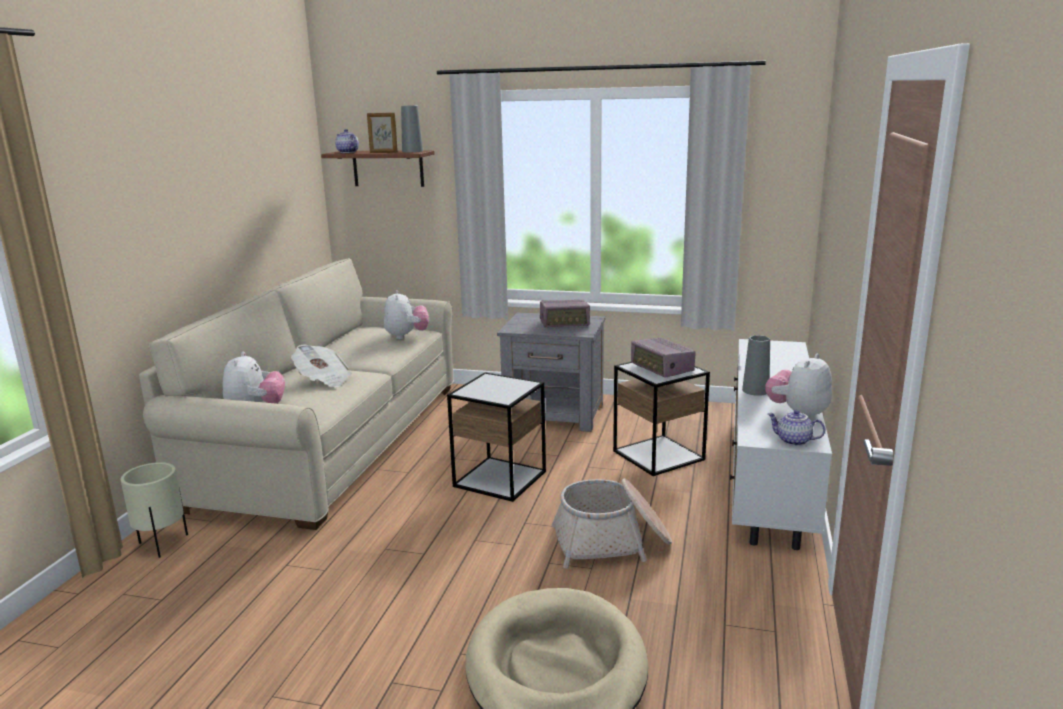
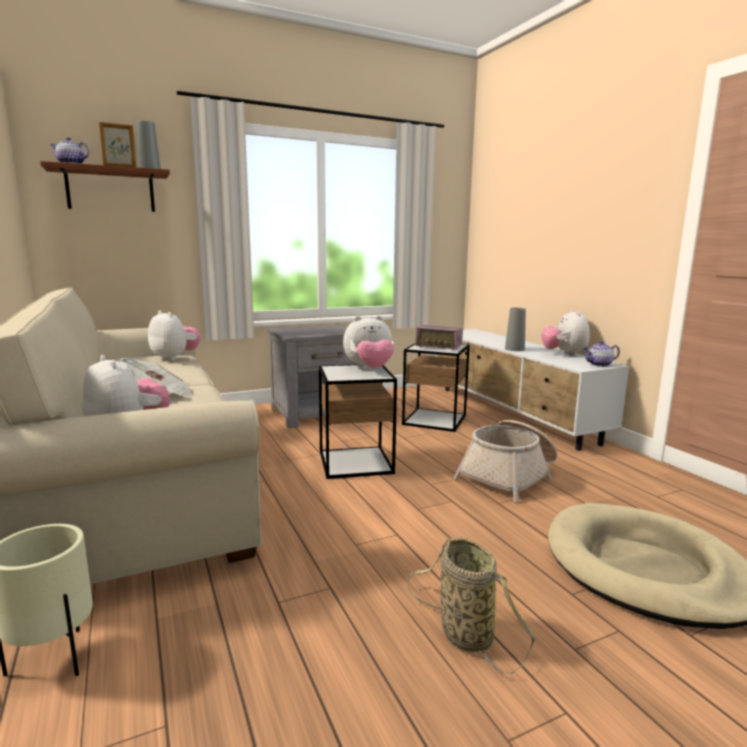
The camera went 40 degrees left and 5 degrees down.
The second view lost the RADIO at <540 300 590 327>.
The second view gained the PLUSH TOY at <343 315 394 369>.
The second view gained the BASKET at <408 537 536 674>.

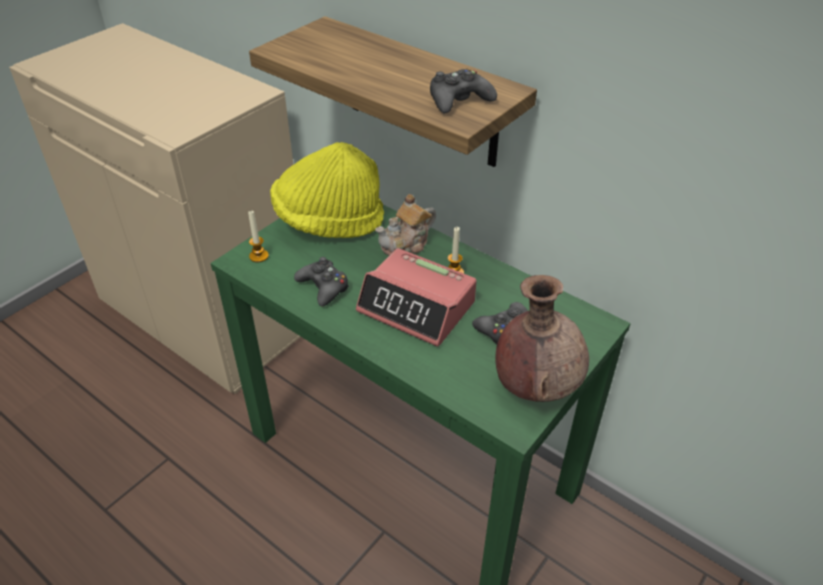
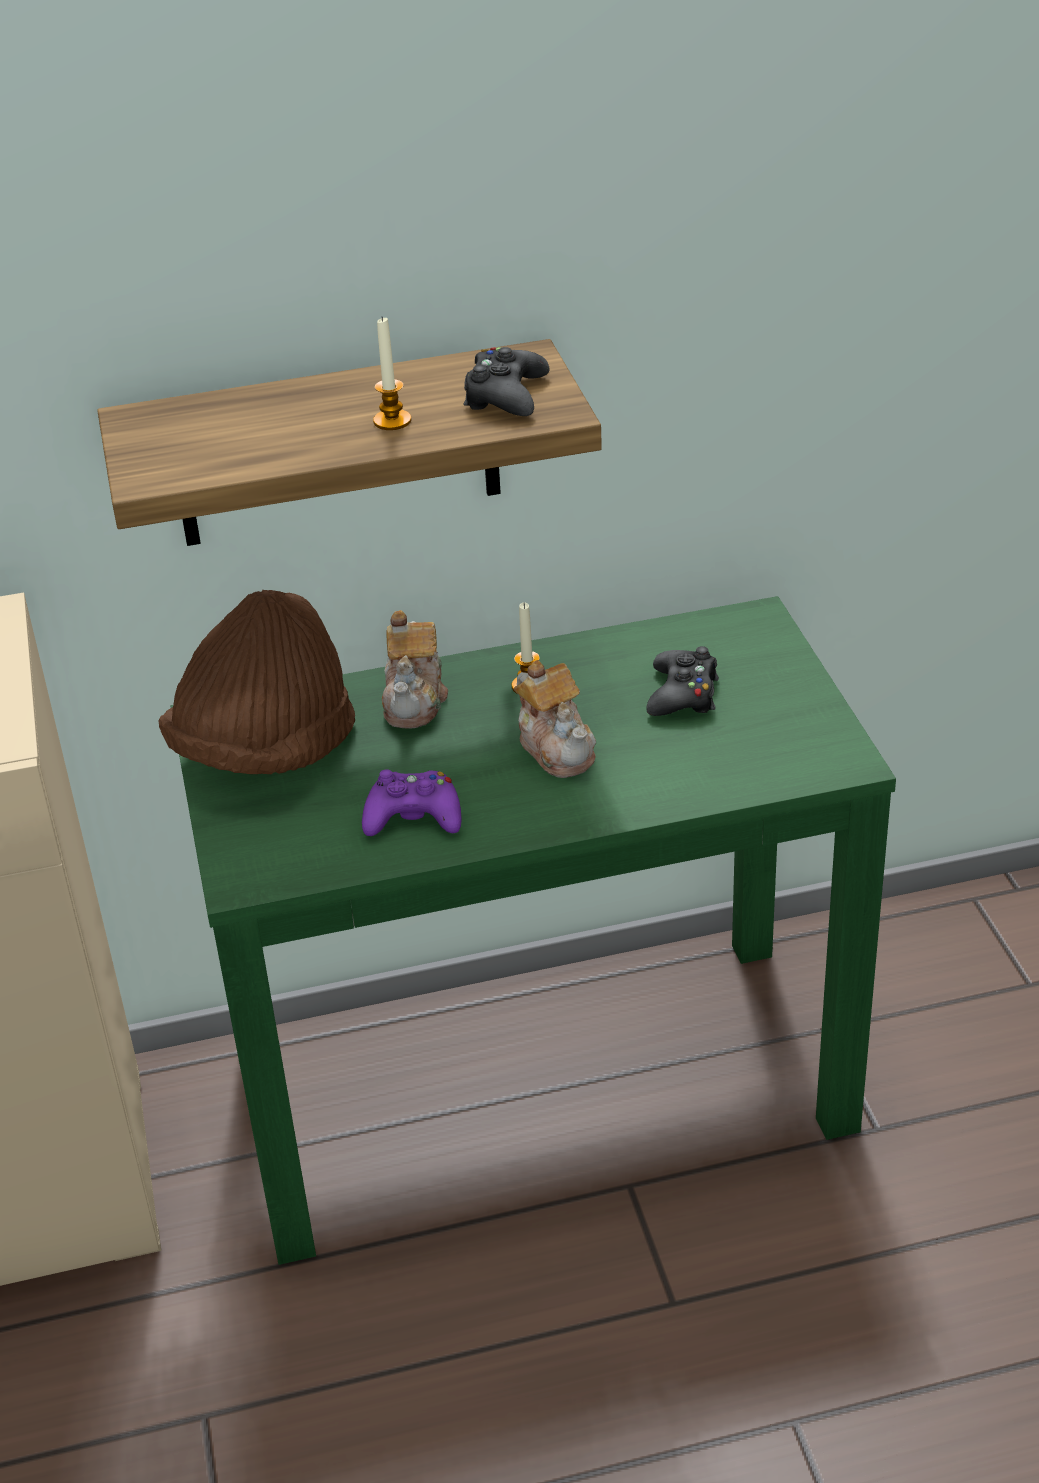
The camera went 50 degrees left and 5 degrees down.
What was the YELLOW HAT at <270 142 384 238> turned into the BROWN HAT at <158 590 355 774>.
The CANDLE ended up elsewhere, having gone from <248 211 269 263> to <373 317 411 430>.
Where the ALARM CLOCK stood at <356 248 477 347>, the TEAPOT came to stand at <514 660 596 778>.
What was the BLACK GAME CONTROLLER at <294 257 349 306> turned into the PURPLE GAME CONTROLLER at <362 770 461 836>.
The second view lost the BROWN VASE at <495 275 589 402>.

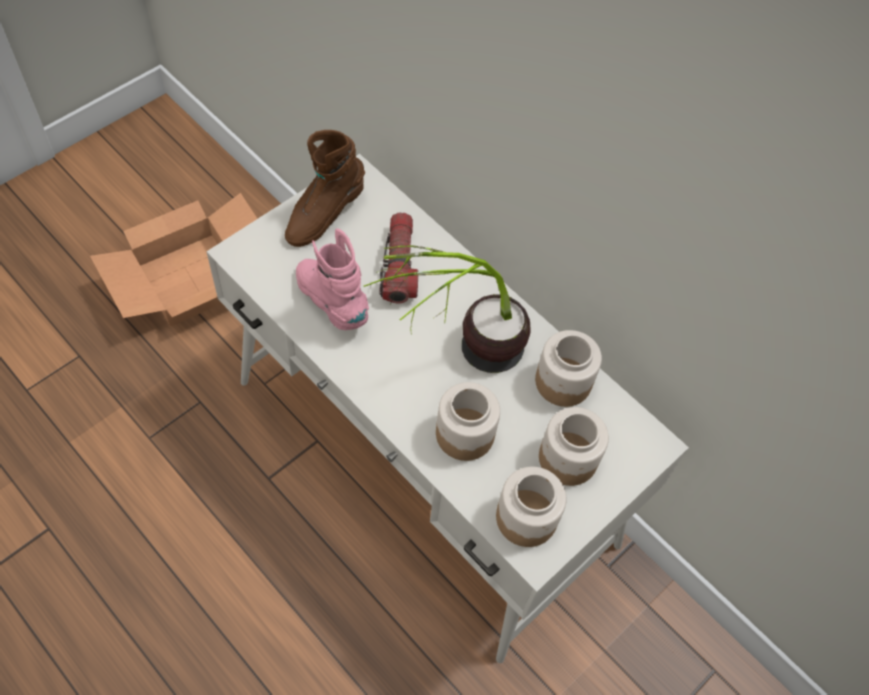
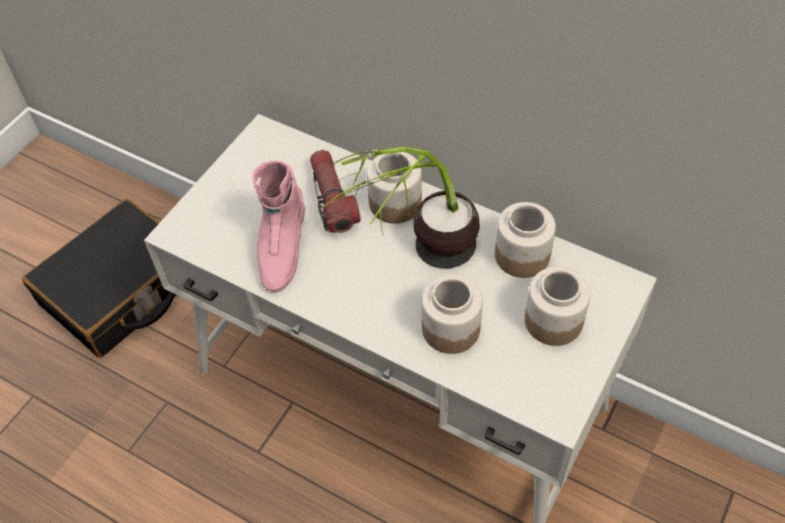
The camera went 10 degrees left and 5 degrees down.
The second view lost the BROWN BOOT at <285 130 365 247>.
Where the CARDBOARD BOX stood at <90 193 257 327>, the BLACK SUITCASE came to stand at <22 199 177 358>.
The PINK BOOT at <296 228 369 330> ended up facing another way, 120 degrees counterclockwise from before.
The JAR ended up elsewhere, having gone from <496 467 567 547> to <367 152 422 224>.

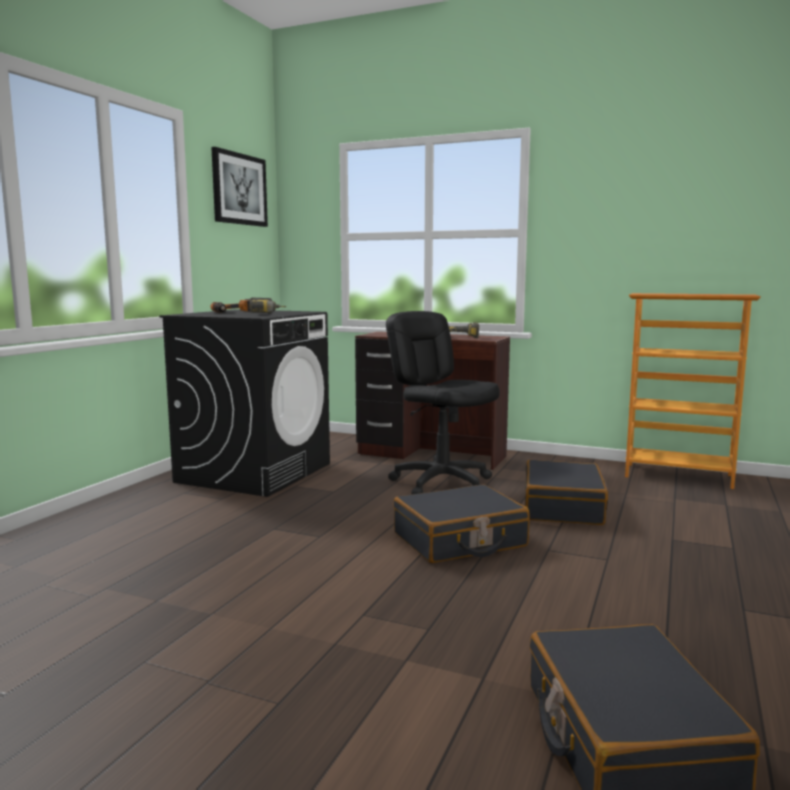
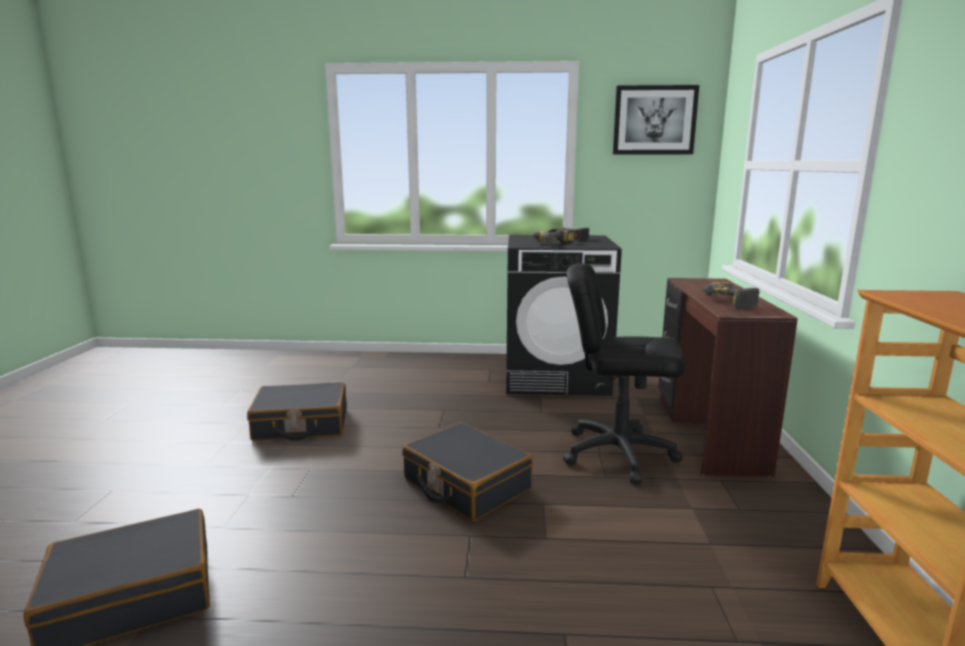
The camera went 70 degrees right and 5 degrees up.
The BLACK OFFICE CHAIR at <386 311 500 495> ended up facing another way, 105 degrees counterclockwise from before.
The BLACK SUITCASE ended up elsewhere, having gone from <525 460 608 525> to <247 382 347 441>.

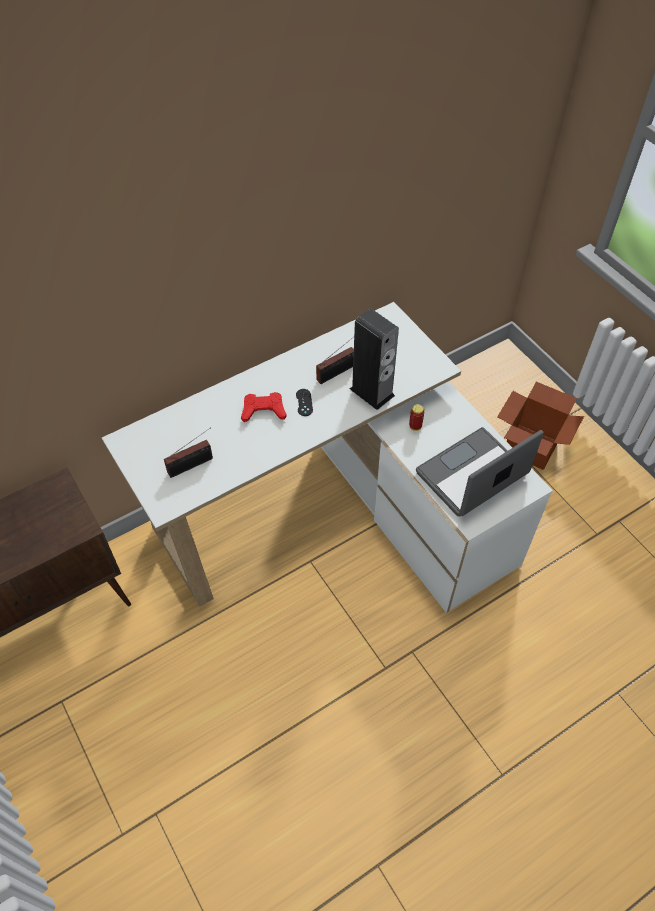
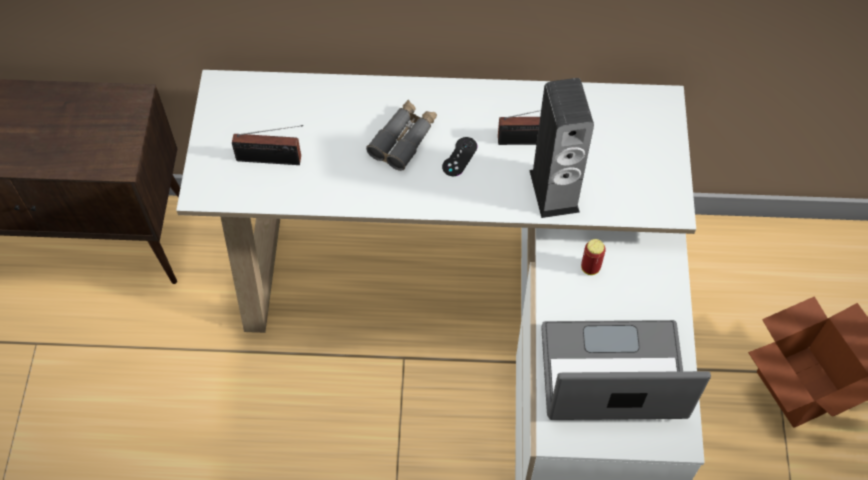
The camera went 35 degrees right and 5 degrees up.
Where the RED GAME CONTROLLER stood at <241 392 287 422>, the GREY BINOCULARS came to stand at <366 99 437 171>.

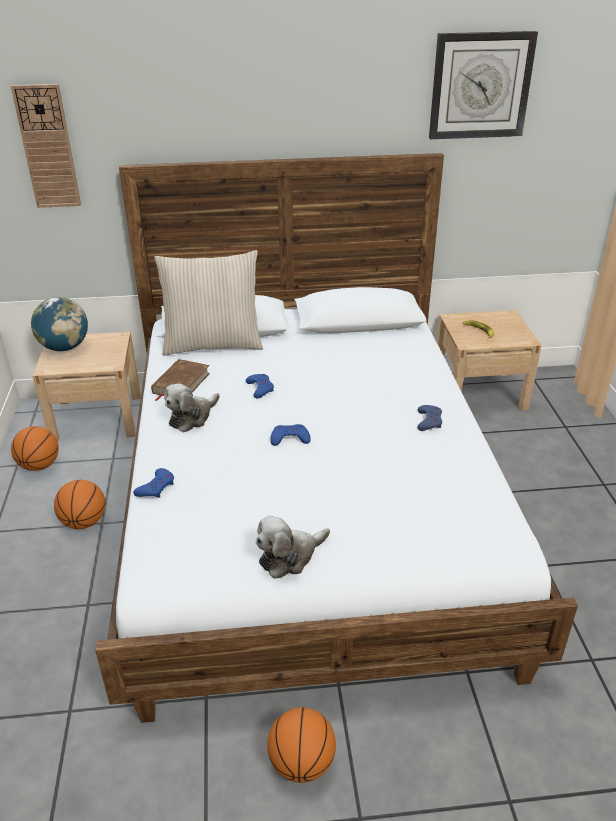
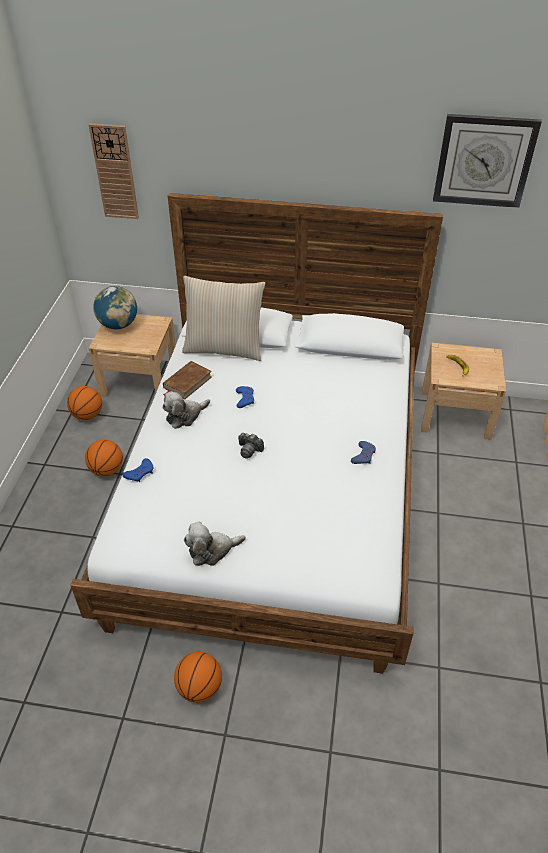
The camera went 15 degrees right and 10 degrees up.
Where the BLUE GAME CONTROLLER stood at <271 424 311 446>, the PHOTO CAMERA came to stand at <238 433 264 459>.

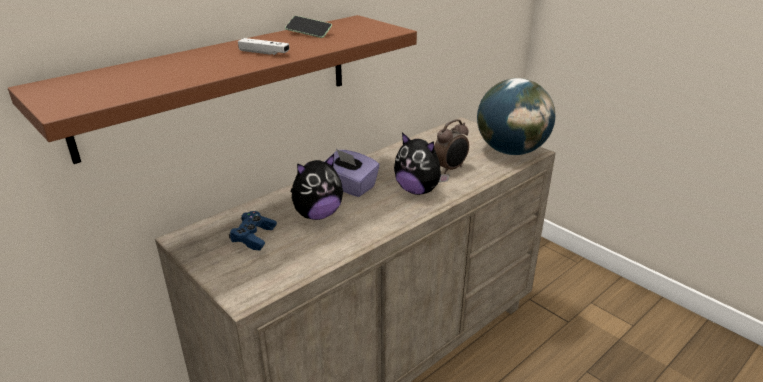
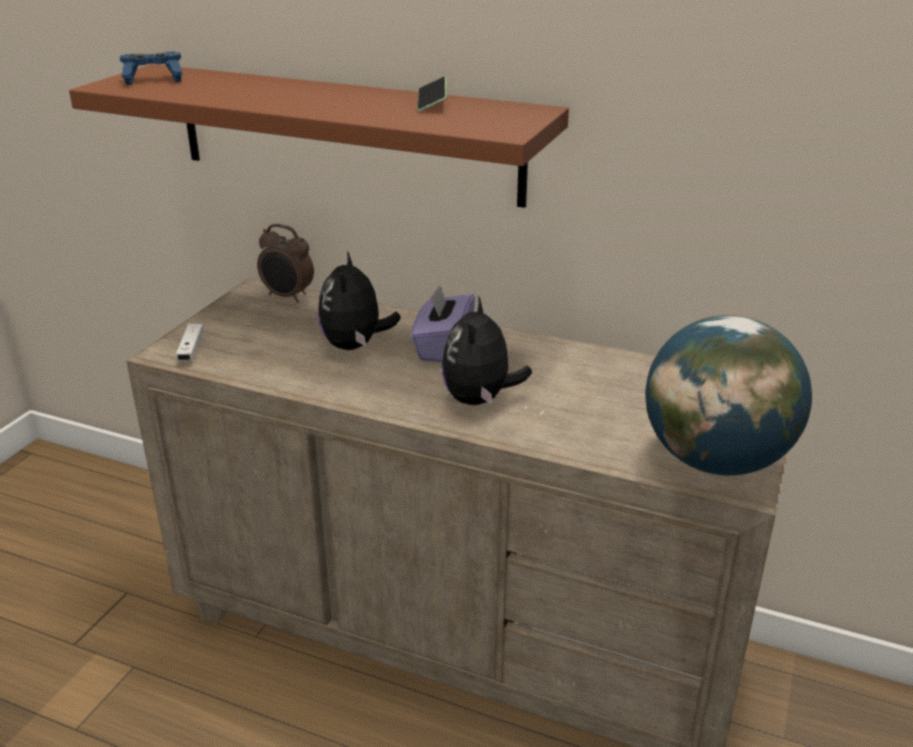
The camera went 65 degrees right and 0 degrees up.
The WHITE GAME CONTROLLER ended up elsewhere, having gone from <238 38 289 55> to <176 324 203 361>.
The ALARM CLOCK ended up elsewhere, having gone from <434 119 469 174> to <257 224 314 302>.
The PLUSH TOY at <291 154 343 220> ended up facing another way, 60 degrees clockwise from before.
The BLUE GAME CONTROLLER ended up elsewhere, having gone from <229 211 277 250> to <120 52 183 85>.

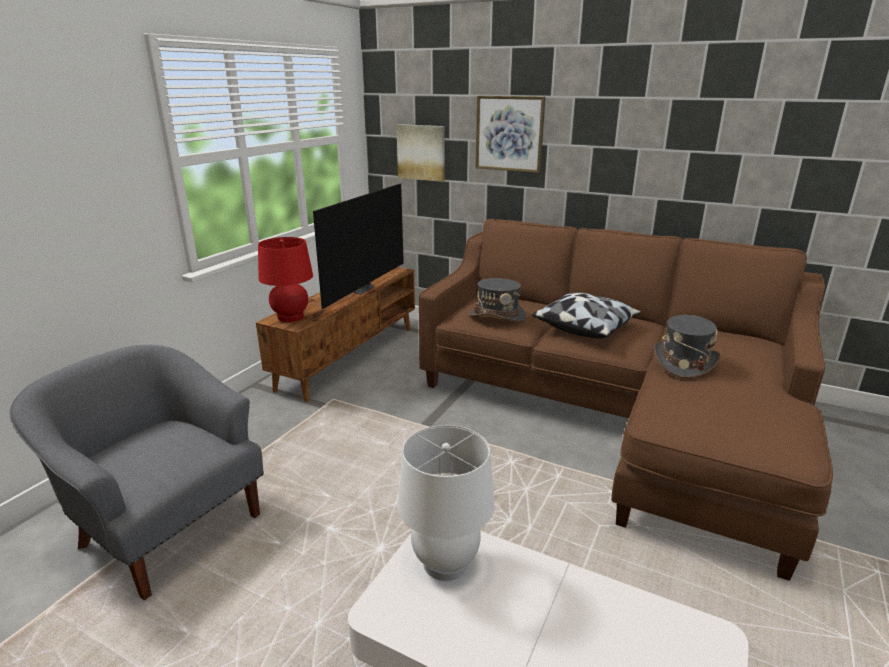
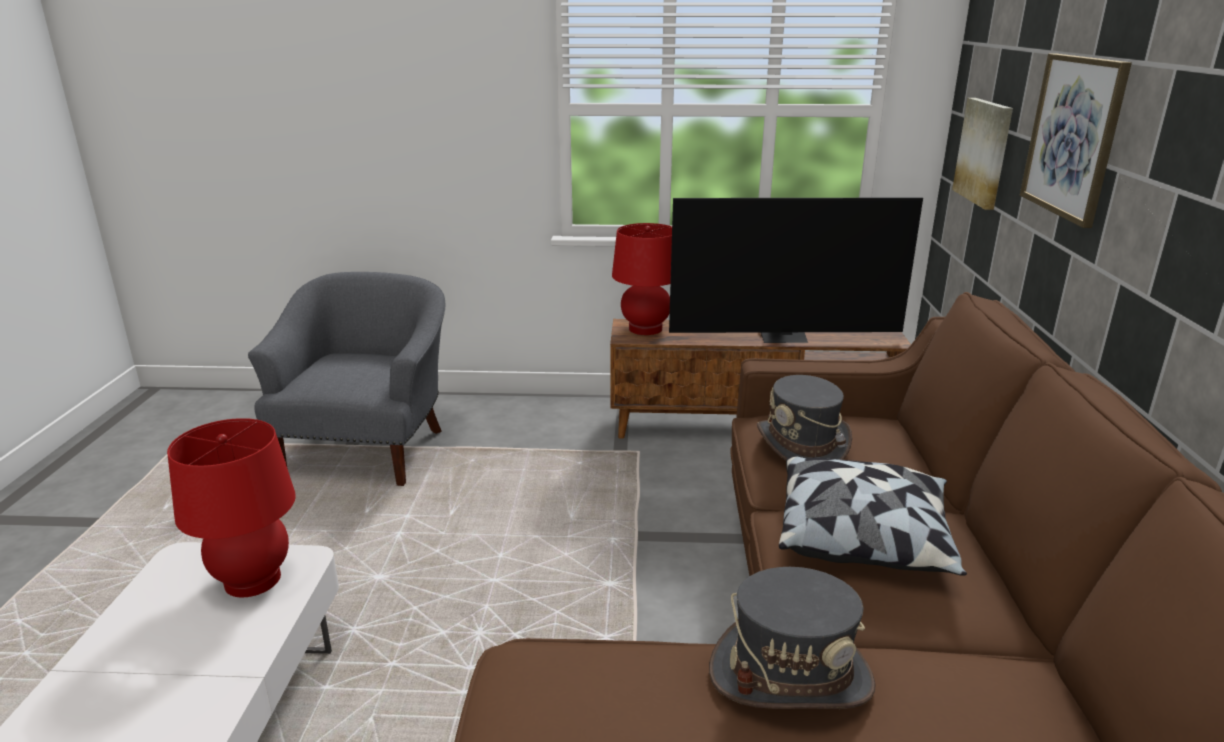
The camera went 65 degrees right and 0 degrees up.
What was the WHITE TABLE LAMP at <397 425 495 581> turned into the RED TABLE LAMP at <167 418 296 598>.

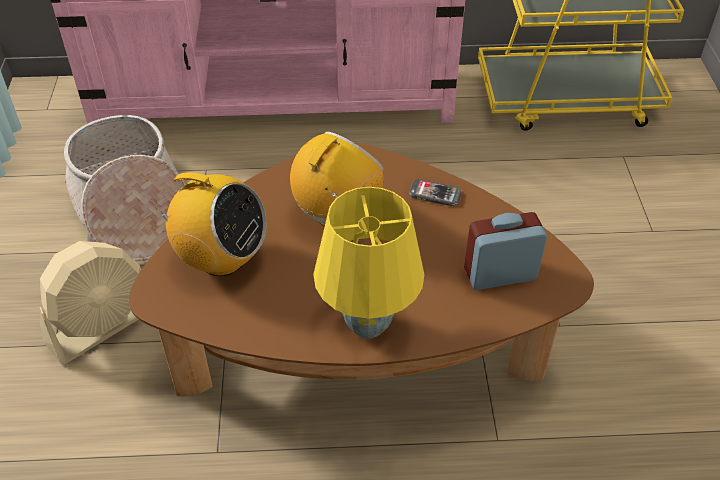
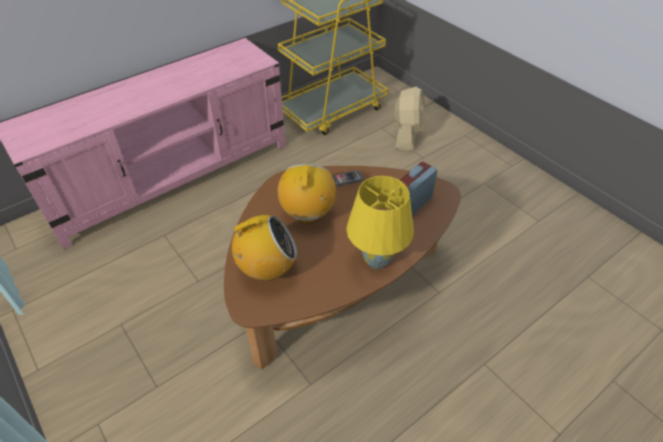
The camera went 35 degrees left and 0 degrees up.
The second view lost the BASKET at <64 115 185 262>.
The BEIGE FAN ended up elsewhere, having gone from <39 241 141 364> to <395 87 425 151>.

